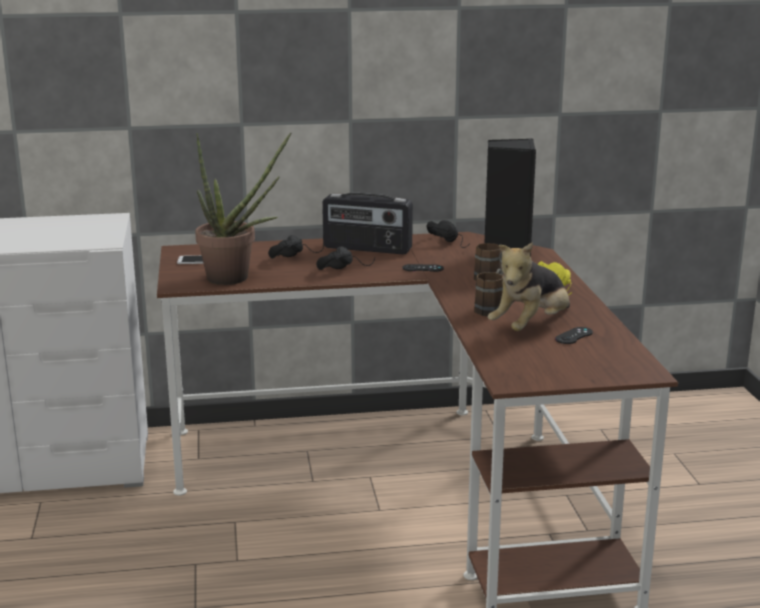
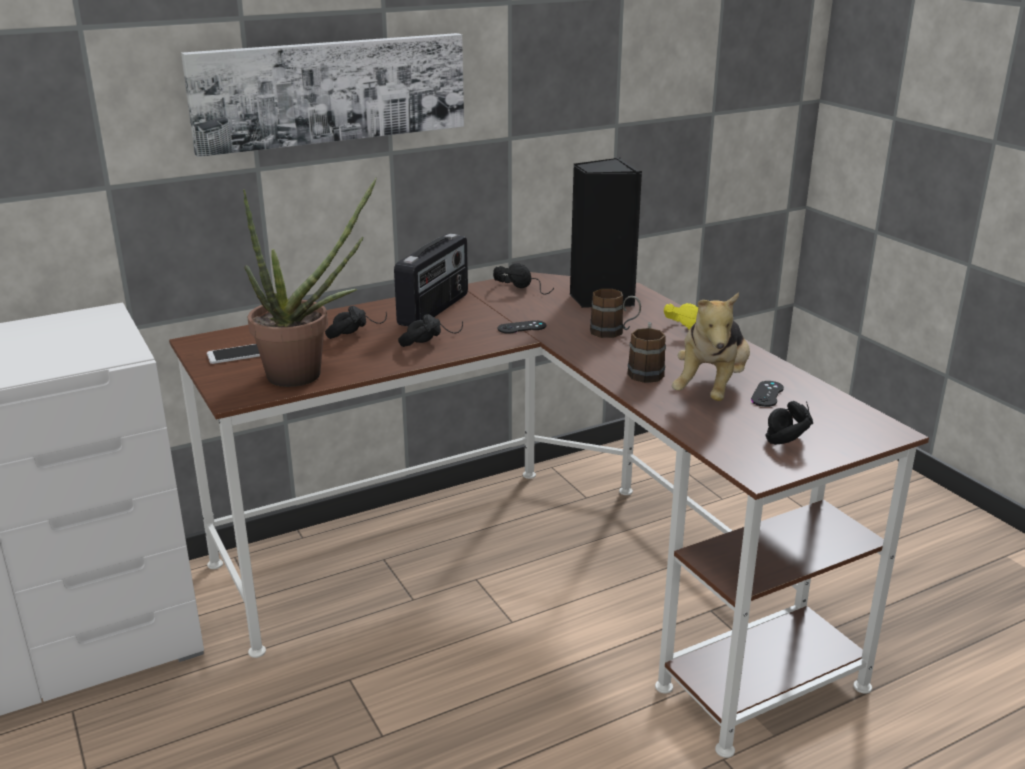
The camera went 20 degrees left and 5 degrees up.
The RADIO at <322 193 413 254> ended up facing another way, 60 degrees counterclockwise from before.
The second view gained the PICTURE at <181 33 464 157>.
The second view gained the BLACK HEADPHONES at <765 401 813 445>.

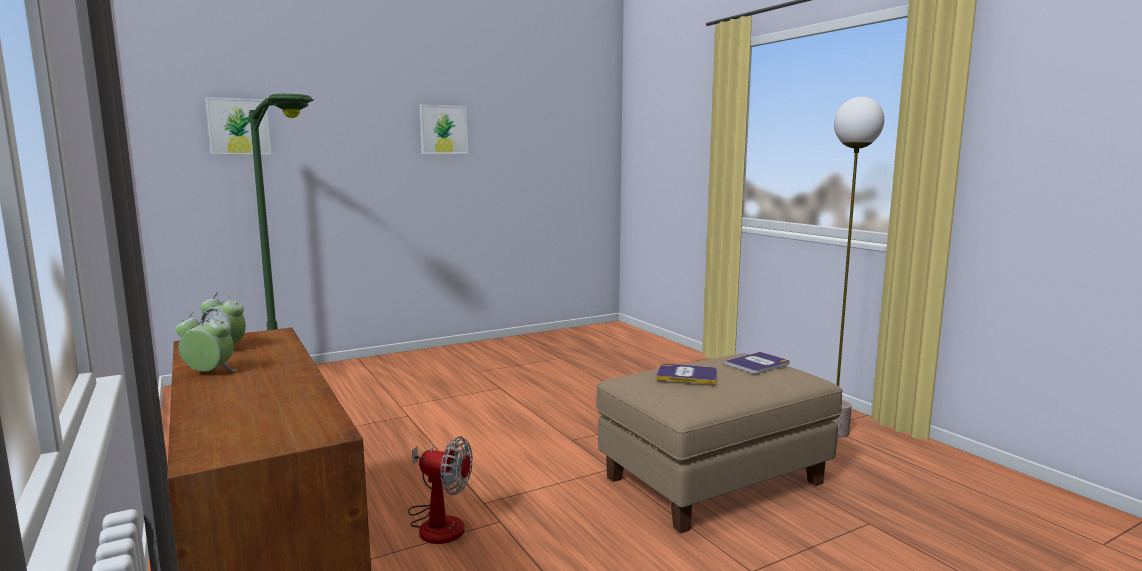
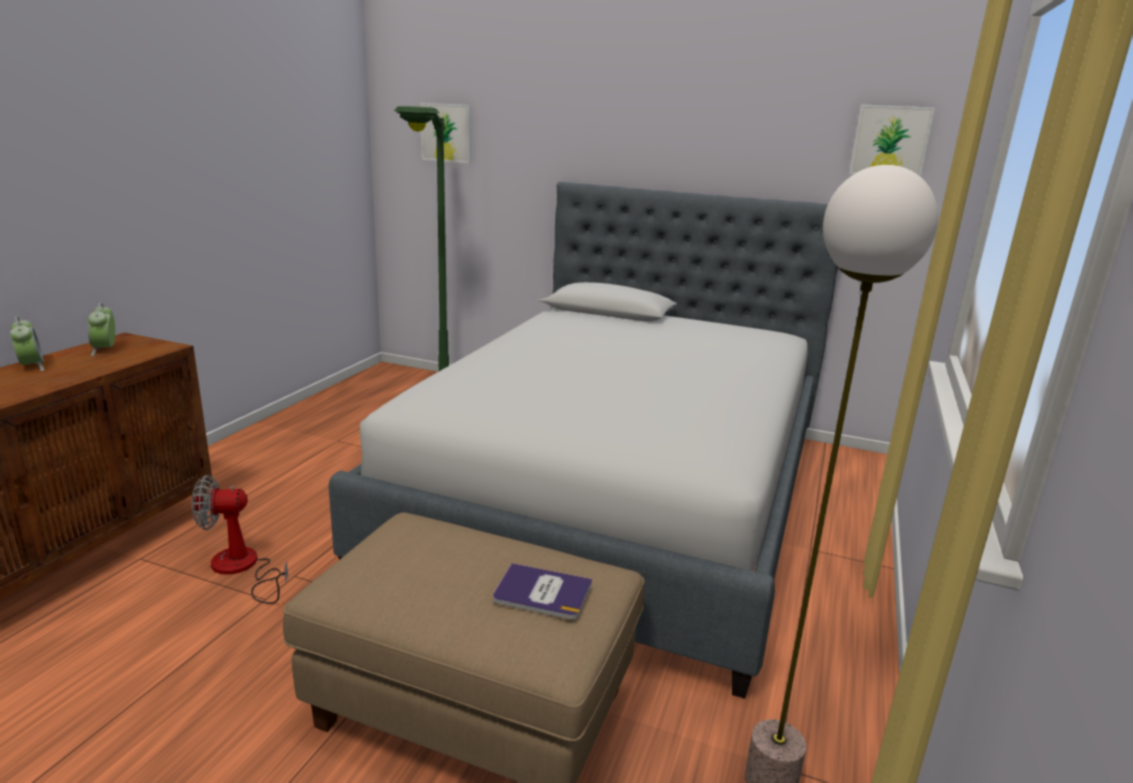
The camera went 50 degrees right and 10 degrees up.
The PICTURE ended up elsewhere, having gone from <420 105 468 154> to <849 105 935 177>.
The second view lost the BOOK at <656 364 717 384>.
The FAN at <408 436 473 544> ended up facing another way, 105 degrees clockwise from before.
The second view gained the BED at <329 182 838 699>.

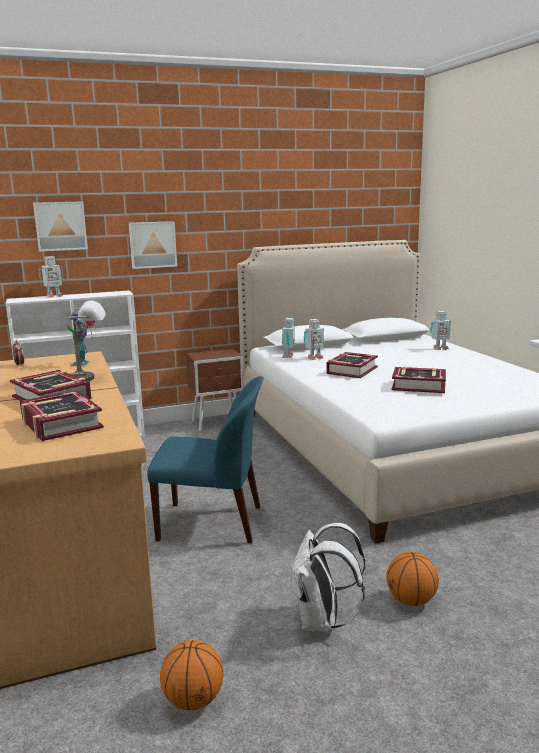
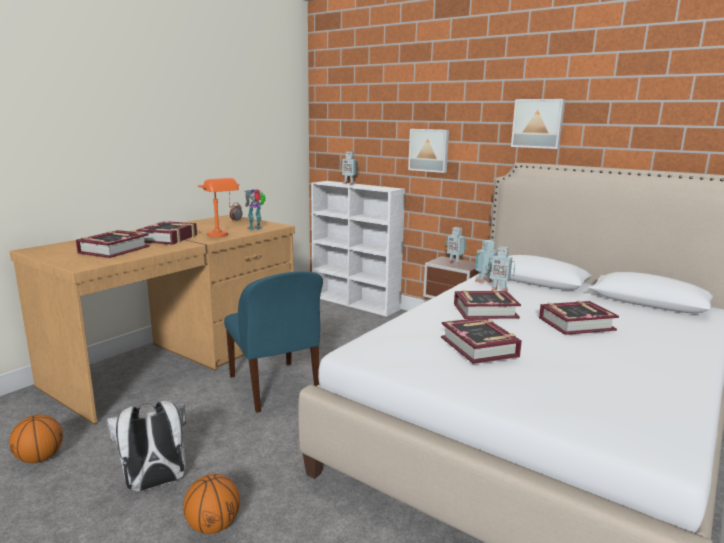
The camera went 55 degrees right and 0 degrees up.
The PICTURE ended up elsewhere, having gone from <33 201 88 252> to <511 99 565 149>.
What was the GREY TABLE LAMP at <69 300 106 381> turned into the ORANGE TABLE LAMP at <198 178 239 237>.
The TOY ROBOT ended up elsewhere, having gone from <430 311 451 350> to <446 227 466 265>.
The second view gained the BOOK at <539 301 619 335>.

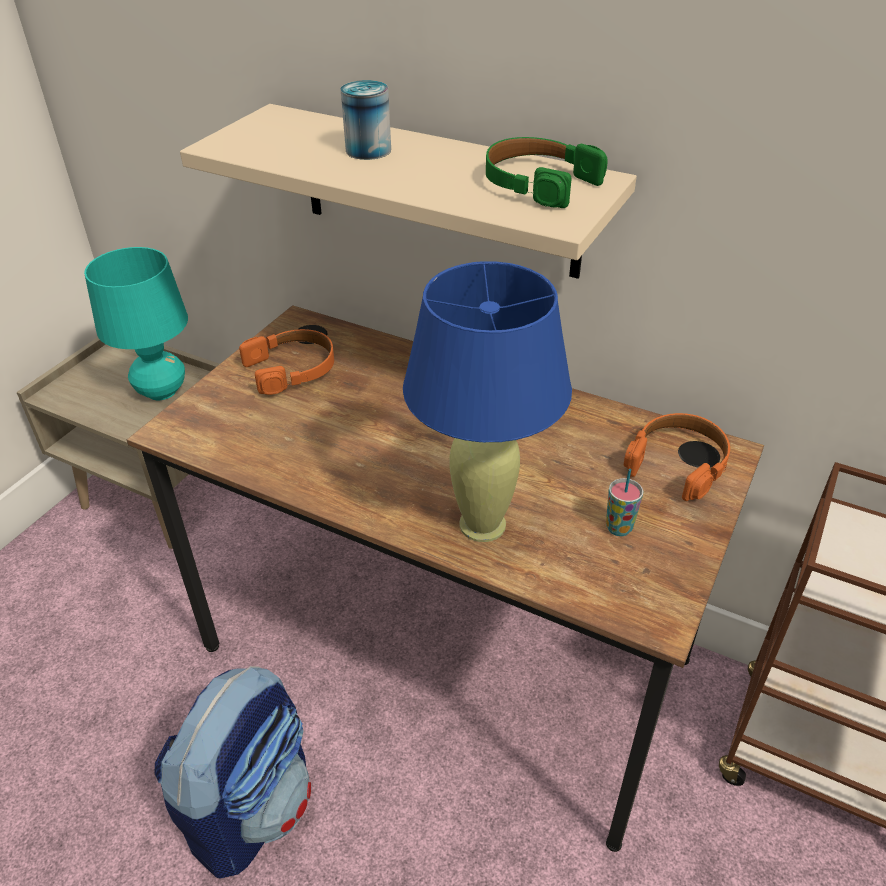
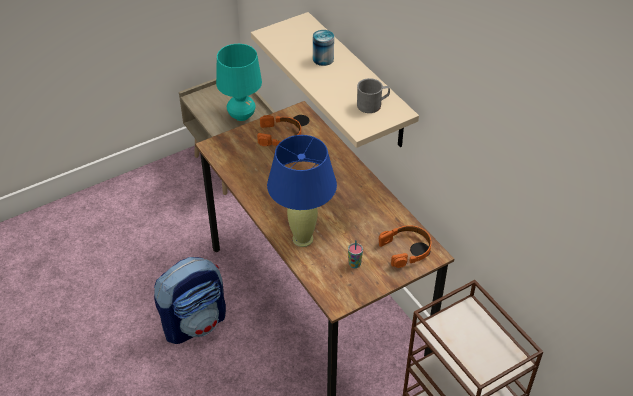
The camera went 30 degrees right and 5 degrees up.
Where the GREEN HEADPHONES stood at <486 137 608 208>, the GREY MUG came to stand at <357 78 390 113>.

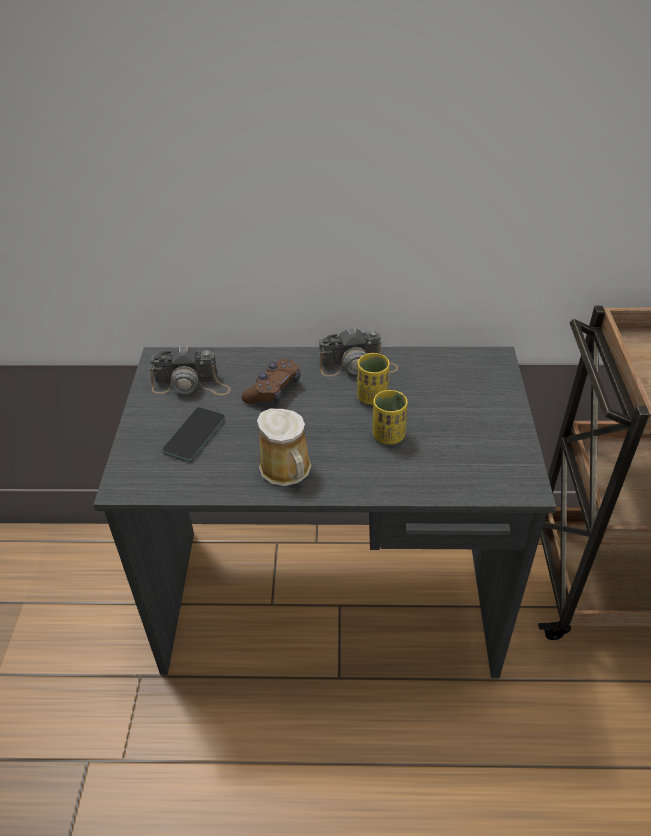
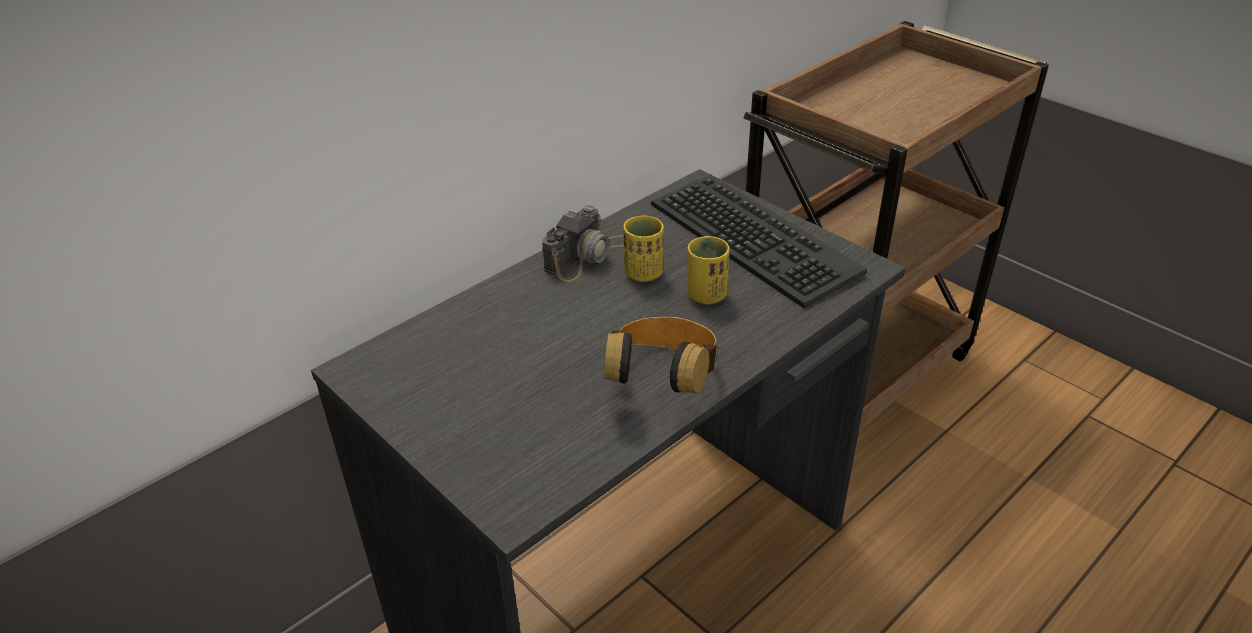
The camera went 45 degrees left and 5 degrees down.
The second view lost the PHOTO CAMERA at <150 346 231 396>.
The second view lost the BROWN GAME CONTROLLER at <241 359 300 404>.
The second view lost the PHONE at <162 407 225 462>.
Where the MUG stood at <257 409 312 486>, the HEADPHONES came to stand at <604 317 719 394>.
The second view gained the KEYBOARD at <651 174 867 308>.

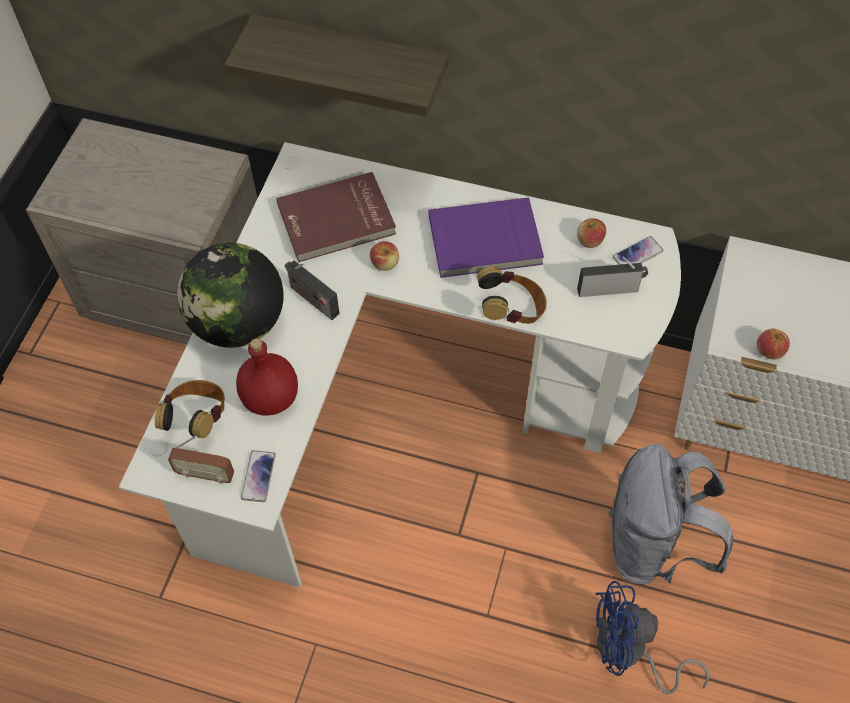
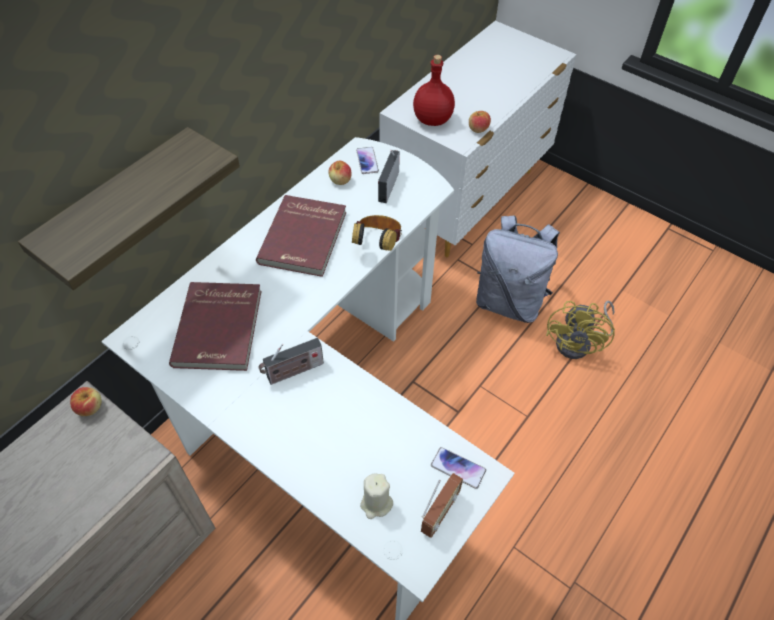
The camera went 70 degrees left and 5 degrees down.
What was the PURPLE BOOK at <429 197 544 278> turned into the RED BOOK at <256 195 346 277>.
The APPLE ended up elsewhere, having gone from <370 241 399 271> to <70 387 101 416>.
The second view lost the GLOBE at <177 243 284 348>.
The RED BOTTLE ended up elsewhere, having gone from <236 338 298 415> to <413 55 455 126>.
Where the HEADPHONES stood at <155 380 224 438>, the BEIGE CANDLE came to stand at <360 474 393 519>.
What was the BLUE FAN at <596 581 709 694> turned into the YELLOW FAN at <546 301 615 359>.

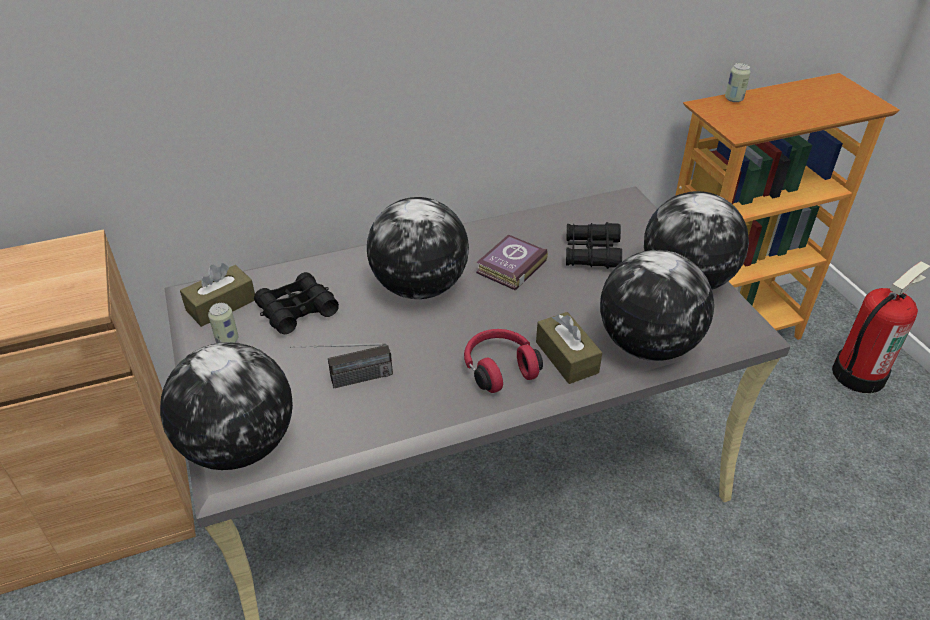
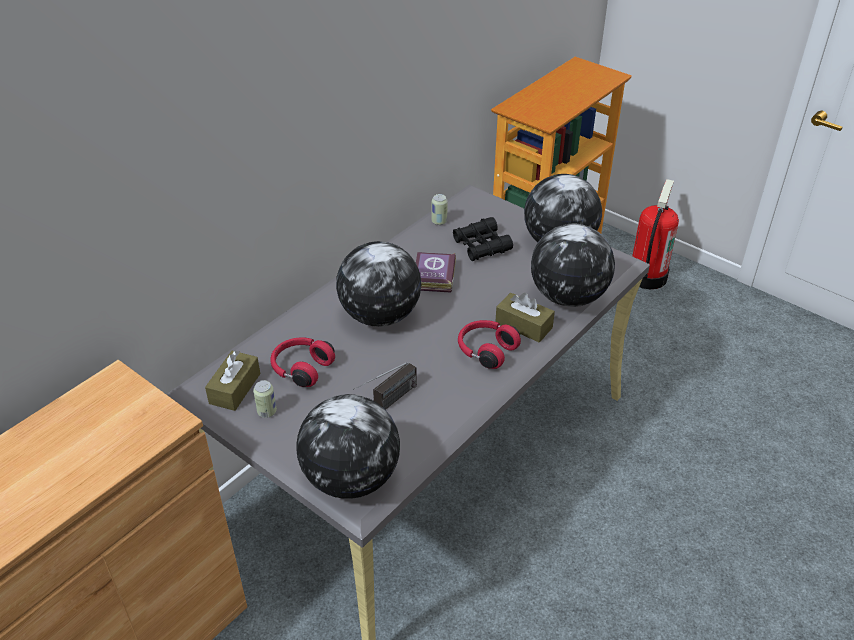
The camera went 30 degrees left and 0 degrees up.
The CAN ended up elsewhere, having gone from <725 63 751 102> to <432 194 448 225>.
Where the BLACK BINOCULARS stood at <254 272 339 334>, the RED HEADPHONES came to stand at <271 337 335 387>.

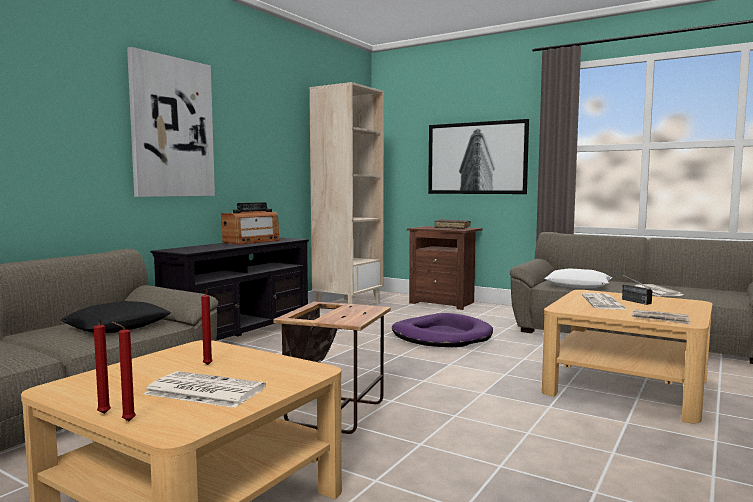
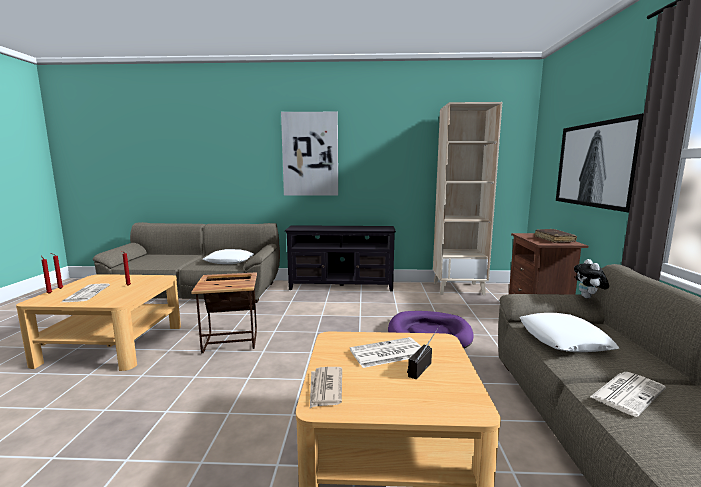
The camera went 60 degrees right and 5 degrees up.
The second view lost the RADIO at <222 202 279 244>.
What was the BLACK PILLOW at <61 301 171 333> turned into the WHITE PILLOW at <202 249 254 264>.
The second view gained the PLUSH TOY at <574 259 609 298>.

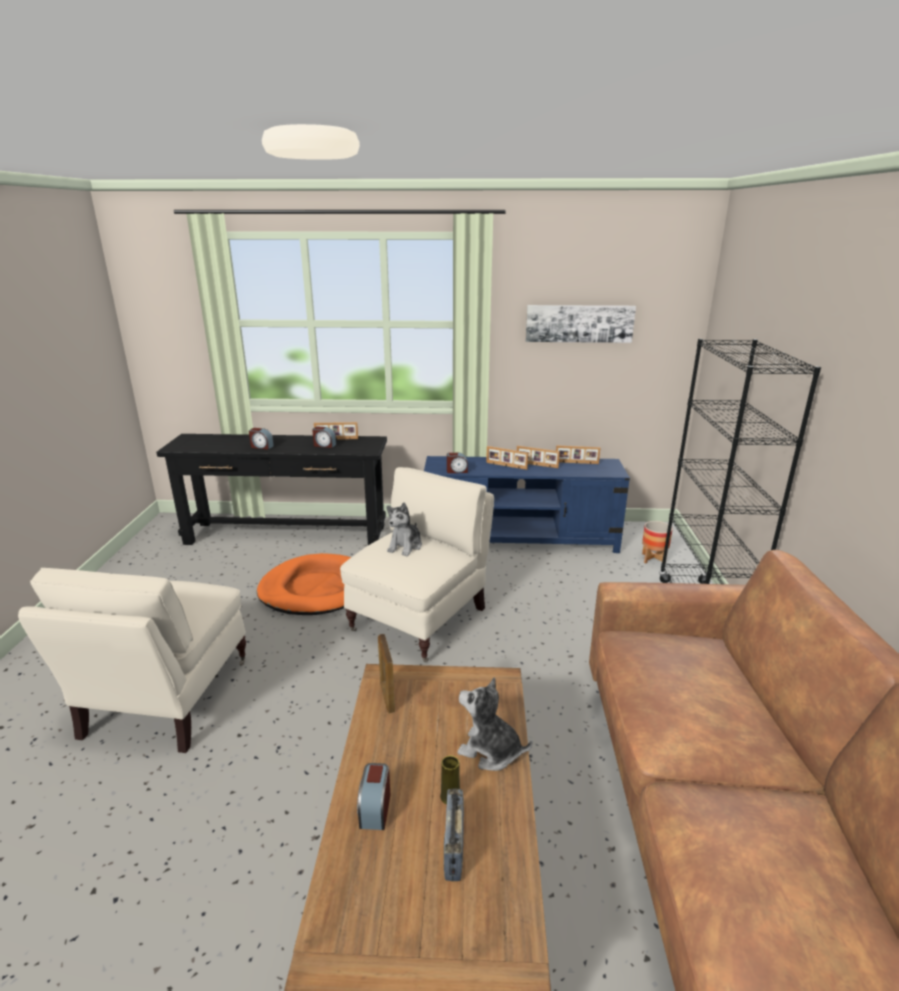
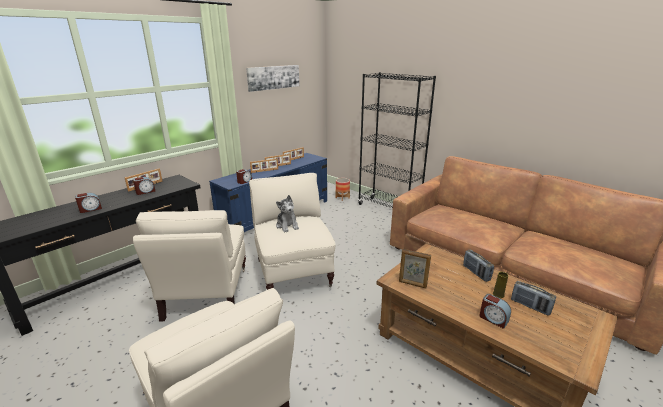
The camera went 50 degrees left and 0 degrees up.
Where the ORANGE DOG BED stood at <257 553 351 615>, the BEIGE ARMCHAIR came to stand at <133 210 246 322>.
Where the PLUSH TOY stood at <457 677 533 771>, the RADIO came to stand at <463 250 494 282>.

